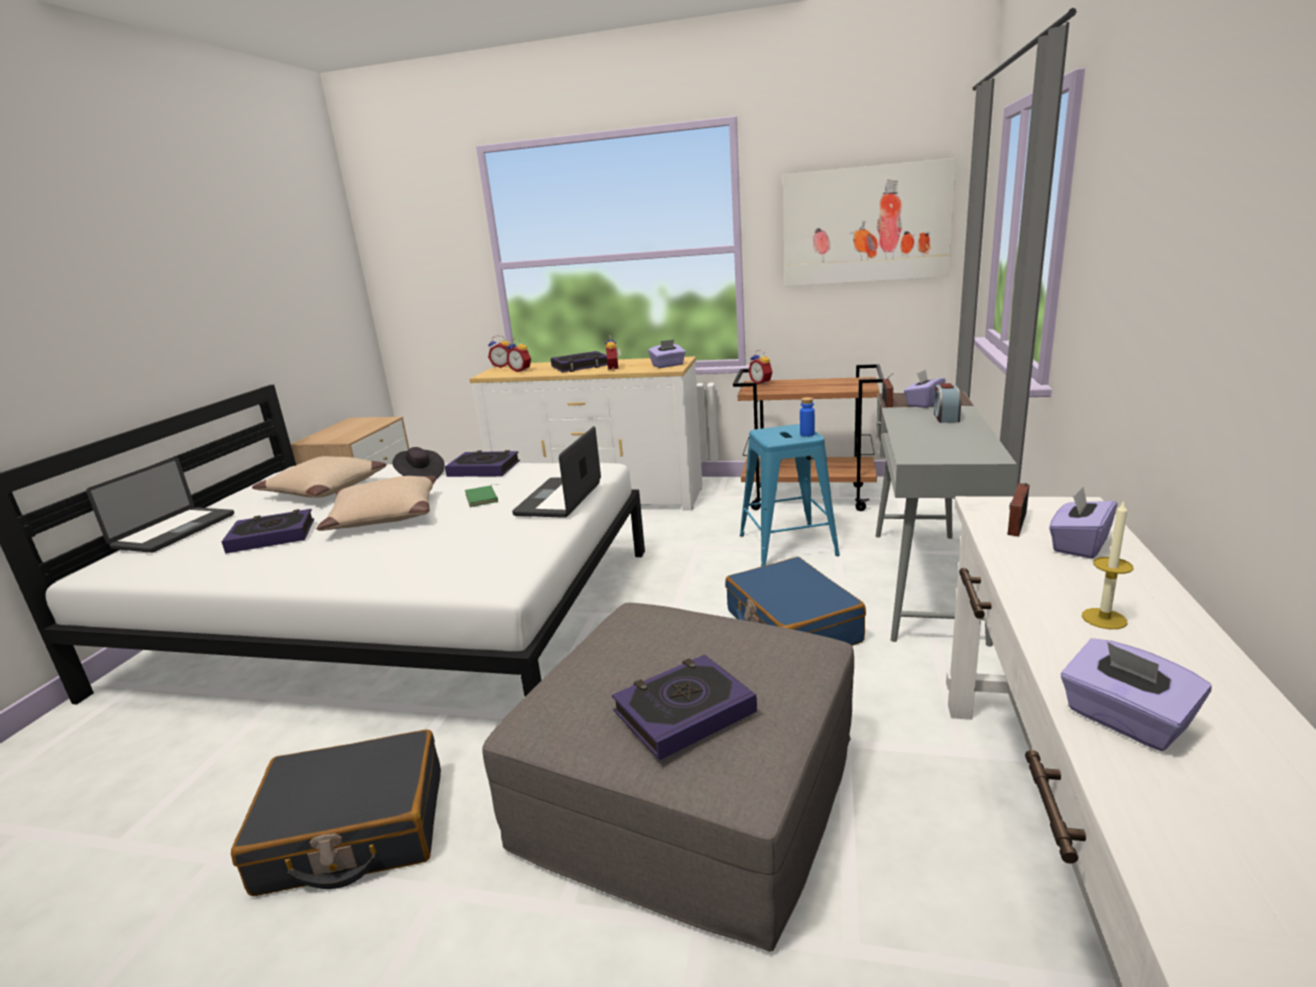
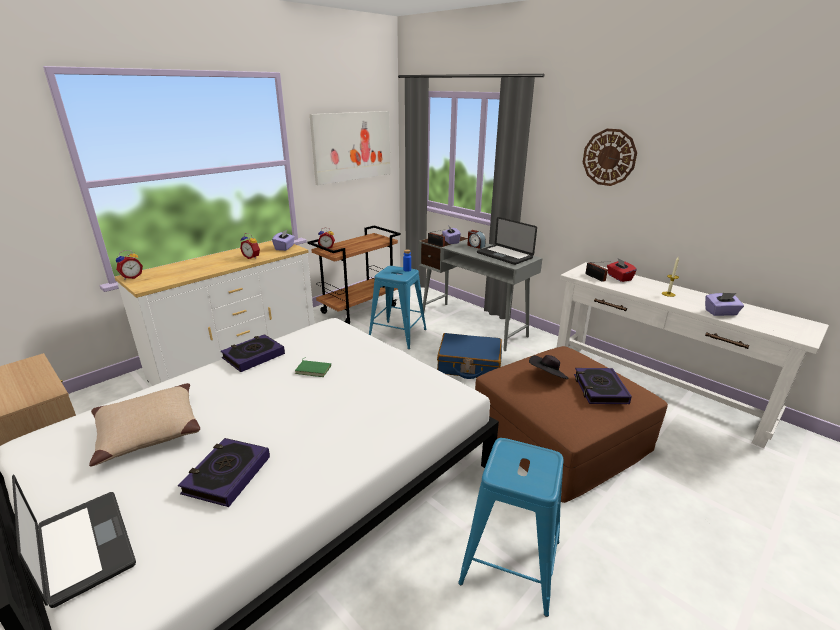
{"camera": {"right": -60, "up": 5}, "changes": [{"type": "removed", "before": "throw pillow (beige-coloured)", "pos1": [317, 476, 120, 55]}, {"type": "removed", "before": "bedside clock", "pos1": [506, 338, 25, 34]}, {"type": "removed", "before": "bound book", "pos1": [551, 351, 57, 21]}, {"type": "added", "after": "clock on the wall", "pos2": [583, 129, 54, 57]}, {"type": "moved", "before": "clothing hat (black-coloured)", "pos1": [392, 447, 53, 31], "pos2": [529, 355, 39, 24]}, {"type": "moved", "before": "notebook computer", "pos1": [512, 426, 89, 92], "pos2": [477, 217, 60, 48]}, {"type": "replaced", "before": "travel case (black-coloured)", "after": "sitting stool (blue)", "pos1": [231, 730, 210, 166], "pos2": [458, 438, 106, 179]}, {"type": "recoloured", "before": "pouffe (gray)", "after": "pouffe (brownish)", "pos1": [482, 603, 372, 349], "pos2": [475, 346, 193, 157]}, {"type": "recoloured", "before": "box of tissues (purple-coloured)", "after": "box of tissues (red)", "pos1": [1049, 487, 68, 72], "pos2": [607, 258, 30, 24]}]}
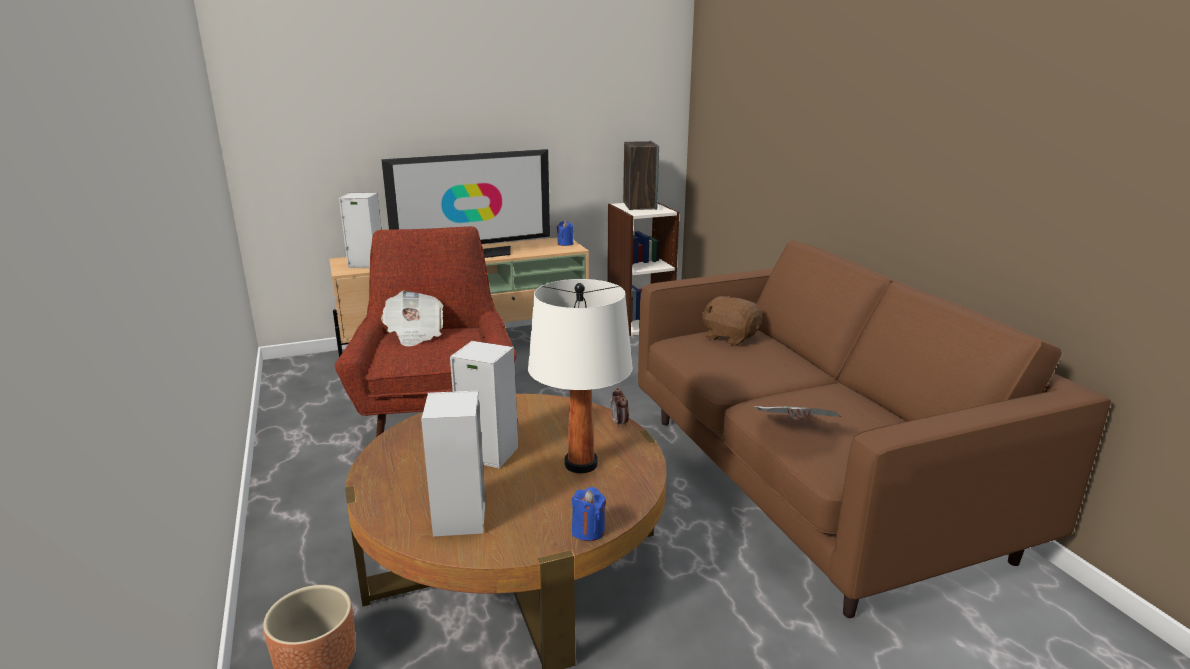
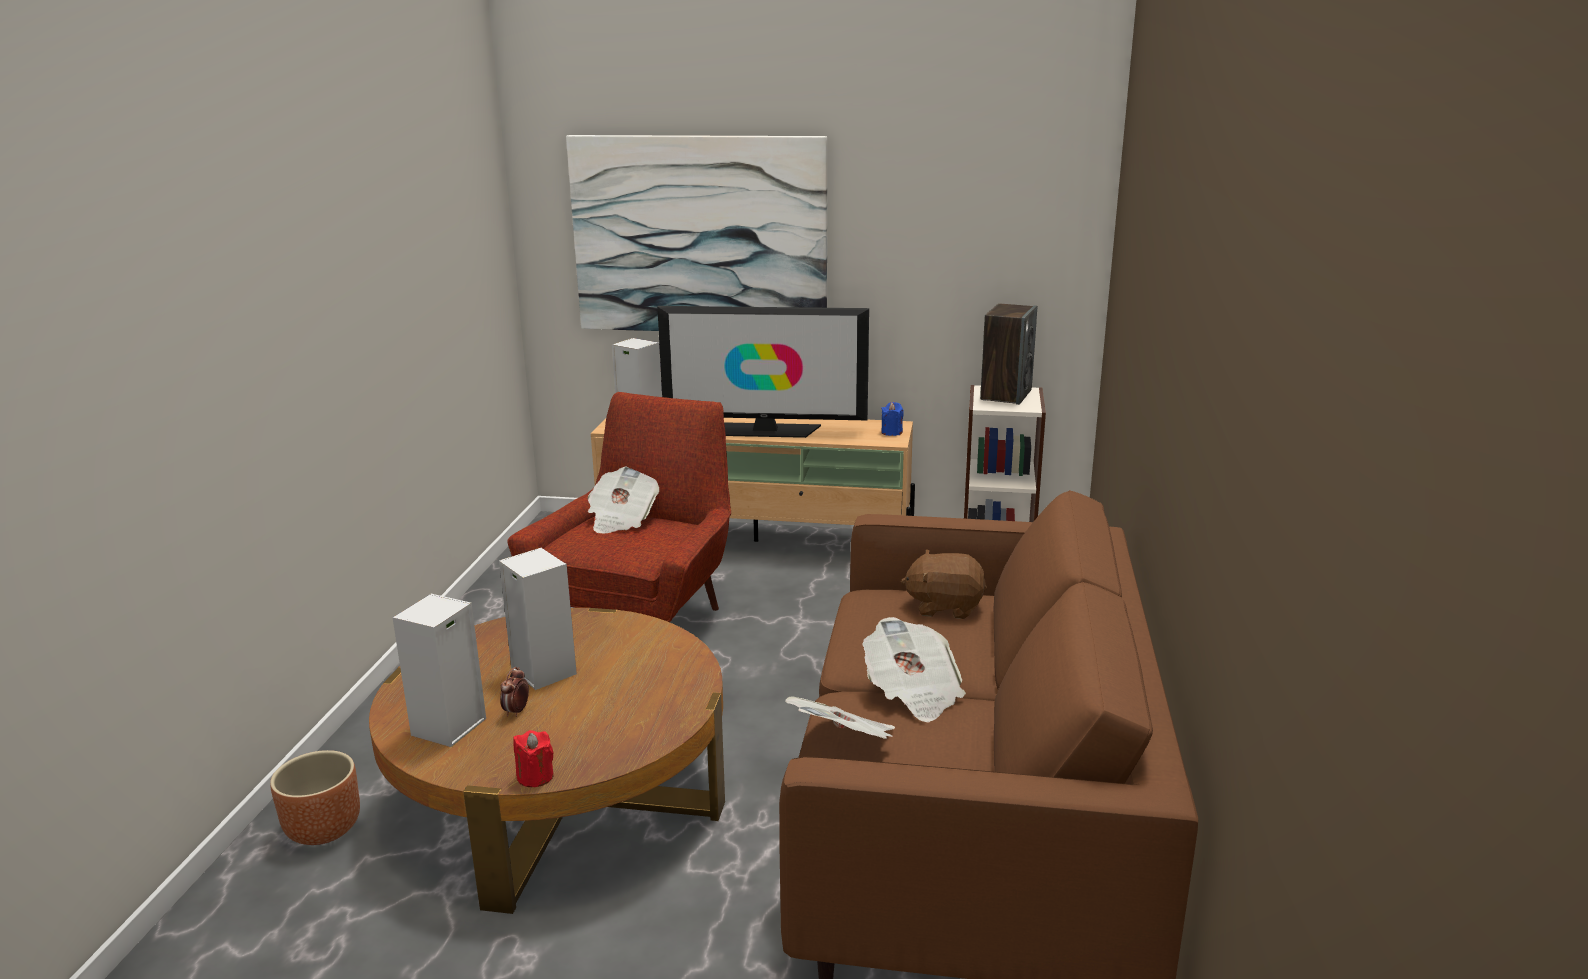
{"camera": {"right": 30, "up": 0}, "changes": [{"type": "removed", "before": "tabletop lamp (white)", "pos1": [528, 279, 105, 194]}, {"type": "added", "after": "wall art", "pos2": [566, 135, 261, 196]}, {"type": "added", "after": "printed paper", "pos2": [863, 617, 103, 106]}, {"type": "moved", "before": "bedside clock", "pos1": [611, 387, 18, 41], "pos2": [500, 667, 29, 50]}, {"type": "recoloured", "before": "wax candle (blue)", "after": "wax candle (red)", "pos1": [572, 487, 34, 54], "pos2": [513, 730, 41, 57]}, {"type": "turned", "before": "plush toy (brownish)", "pos1": [702, 295, 60, 51], "pos2": [901, 549, 86, 70], "turn": -60}]}
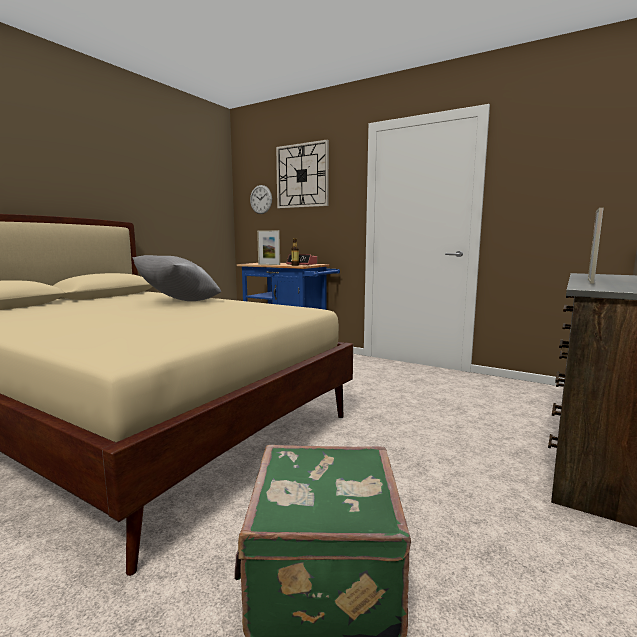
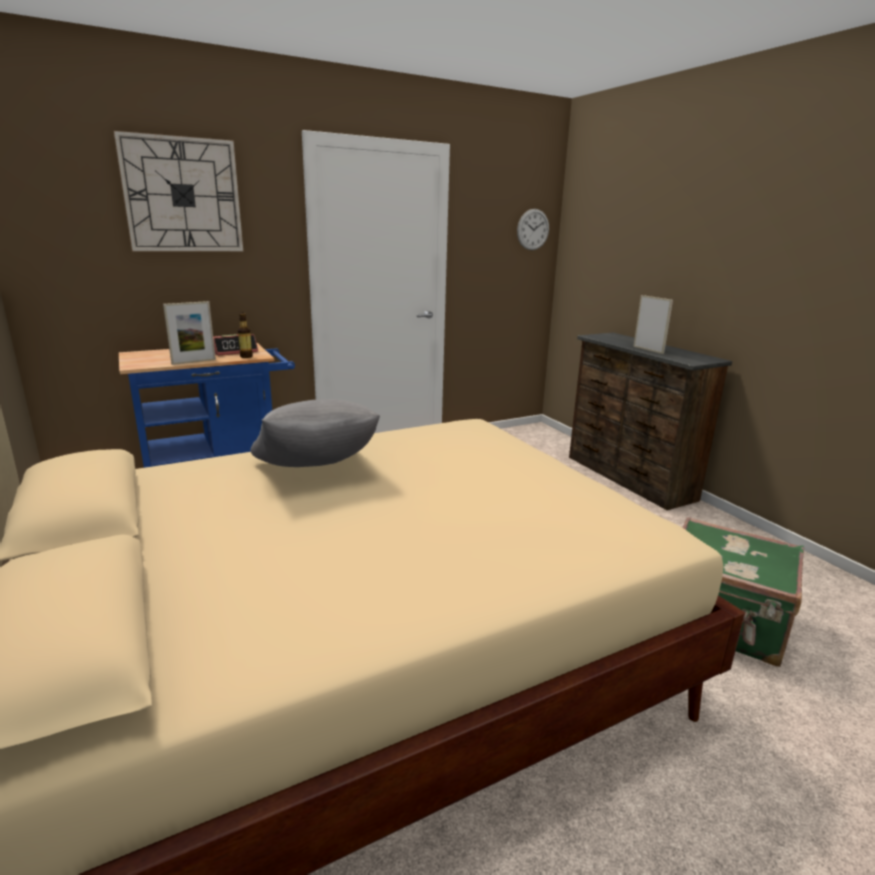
{"camera": {"right": -60, "up": 10}, "changes": [{"type": "moved", "before": "clock on the wall", "pos1": [250, 185, 22, 29], "pos2": [517, 209, 32, 41]}]}
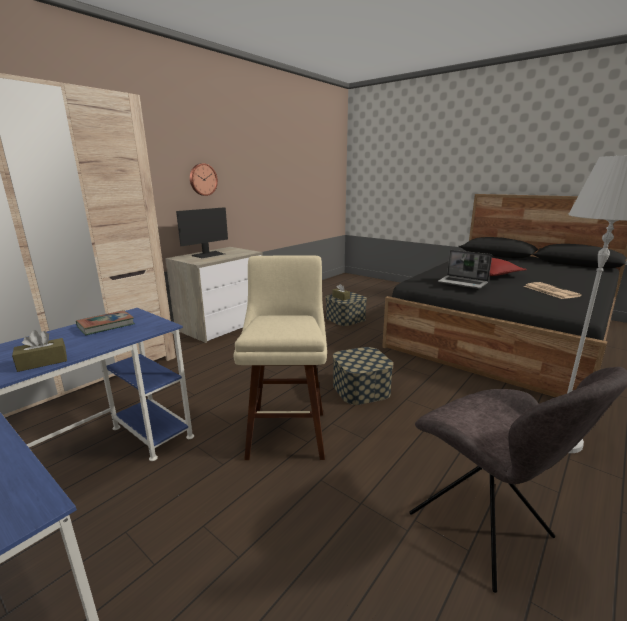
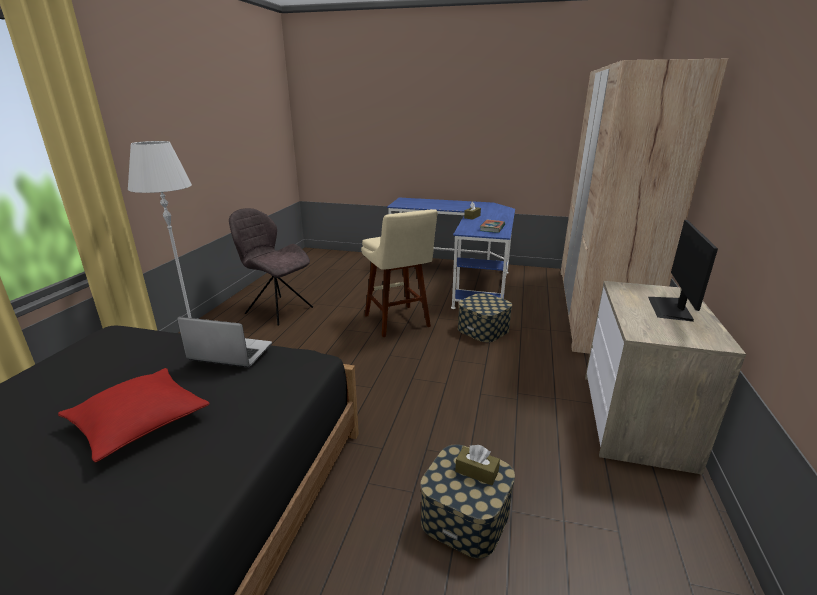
{"camera": {"right": 155, "up": 5}, "changes": [{"type": "removed", "before": "clock on the wall", "pos1": [190, 163, 28, 33]}, {"type": "removed", "before": "printed paper", "pos1": [524, 282, 58, 17]}, {"type": "moved", "before": "storage container", "pos1": [333, 347, 60, 58], "pos2": [458, 293, 54, 49]}]}
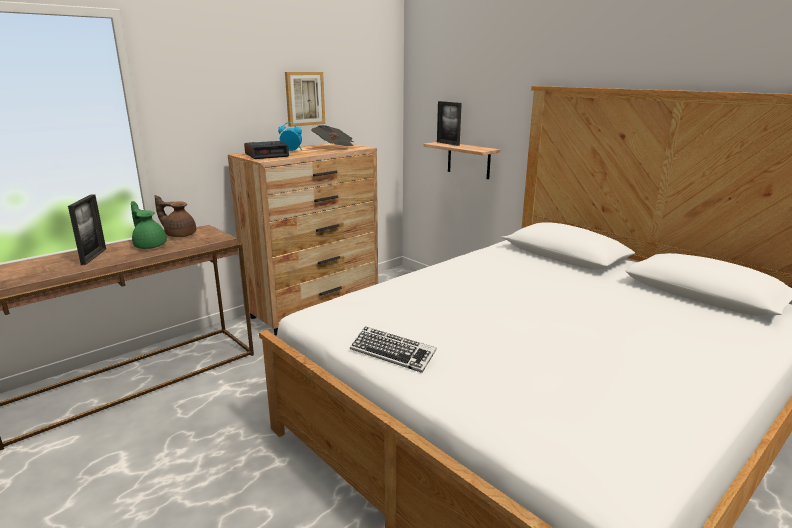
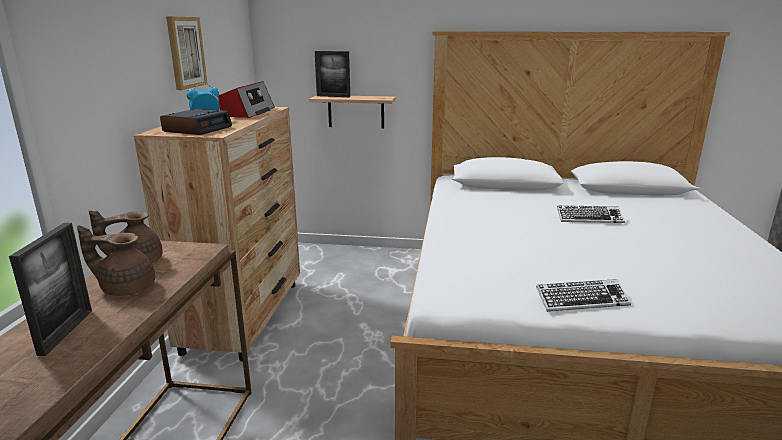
{"camera": {"right": -40, "up": 0}, "changes": [{"type": "added", "after": "PC keyboard", "pos2": [557, 205, 68, 18]}, {"type": "replaced", "before": "printed paper", "after": "radio receiver", "pos1": [311, 125, 43, 21], "pos2": [218, 81, 57, 37]}, {"type": "recoloured", "before": "pot for tea (green-coloured)", "after": "pot for tea (brownish)", "pos1": [131, 201, 36, 48], "pos2": [77, 225, 78, 71]}, {"type": "turned", "before": "picture frame", "pos1": [68, 194, 38, 71], "pos2": [9, 223, 83, 133], "turn": 45}]}
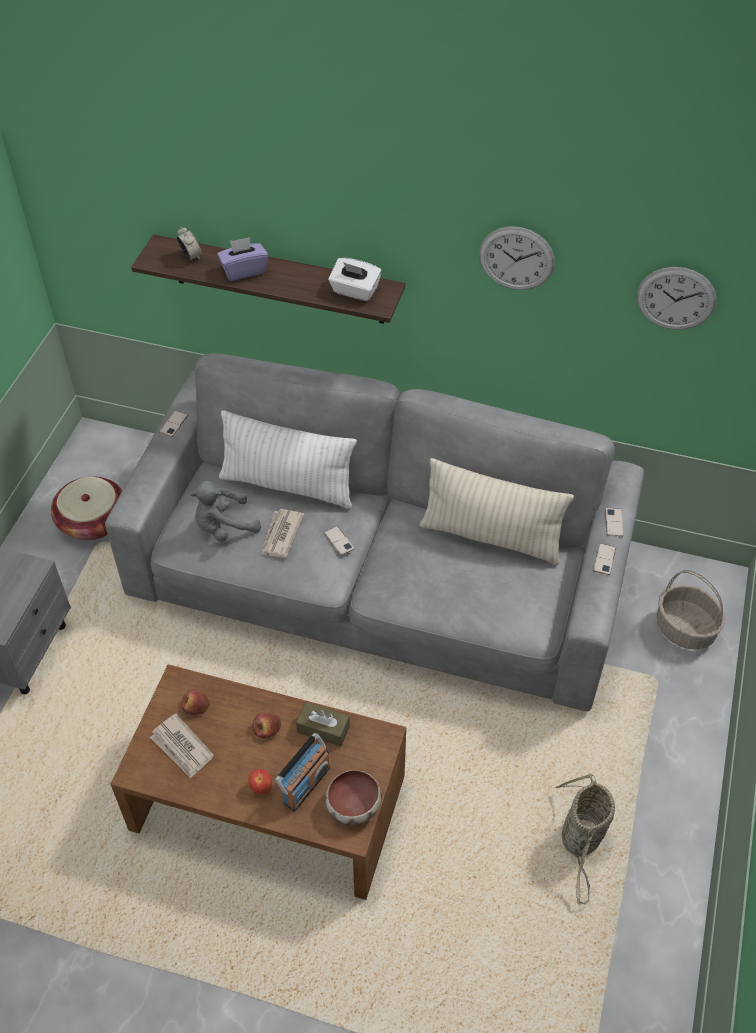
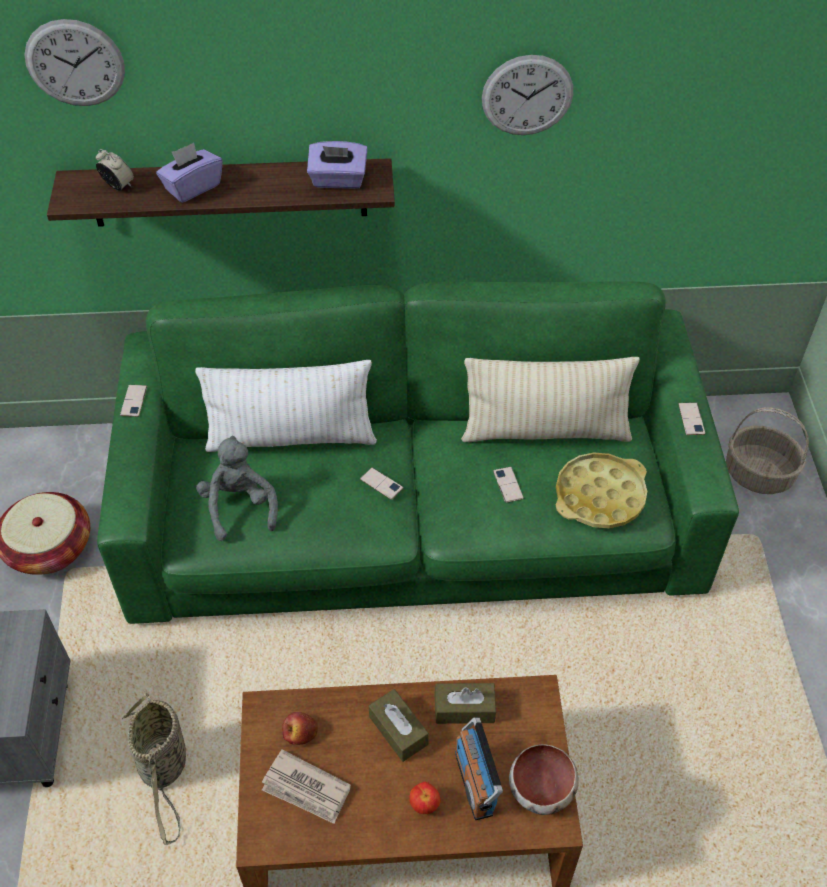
{"camera": {"right": -20, "up": 0}, "changes": [{"type": "removed", "before": "printed paper", "pos1": [261, 509, 43, 49]}, {"type": "added", "after": "carrying tray (yellow)", "pos2": [556, 453, 91, 75]}, {"type": "moved", "before": "storage basket", "pos1": [554, 773, 61, 131], "pos2": [122, 691, 64, 154]}, {"type": "moved", "before": "phone", "pos1": [606, 508, 17, 29], "pos2": [493, 466, 31, 37]}, {"type": "moved", "before": "clock on the wall", "pos1": [637, 267, 80, 63], "pos2": [24, 19, 101, 87]}, {"type": "replaced", "before": "apple fruit", "after": "box of tissues (brownish)", "pos1": [252, 713, 29, 25], "pos2": [369, 689, 60, 73]}, {"type": "recoloured", "before": "couch (gray)", "after": "couch (green-coloured)", "pos1": [105, 353, 539, 359], "pos2": [97, 281, 642, 343]}, {"type": "recoloured", "before": "box of tissues (white)", "after": "box of tissues (purple-coloured)", "pos1": [328, 258, 54, 43], "pos2": [307, 141, 61, 48]}, {"type": "turned", "before": "plush toy (gray)", "pos1": [190, 481, 71, 61], "pos2": [196, 436, 82, 105], "turn": 120}, {"type": "turned", "before": "radio receiver", "pos1": [275, 733, 55, 78], "pos2": [455, 718, 48, 102], "turn": 150}]}
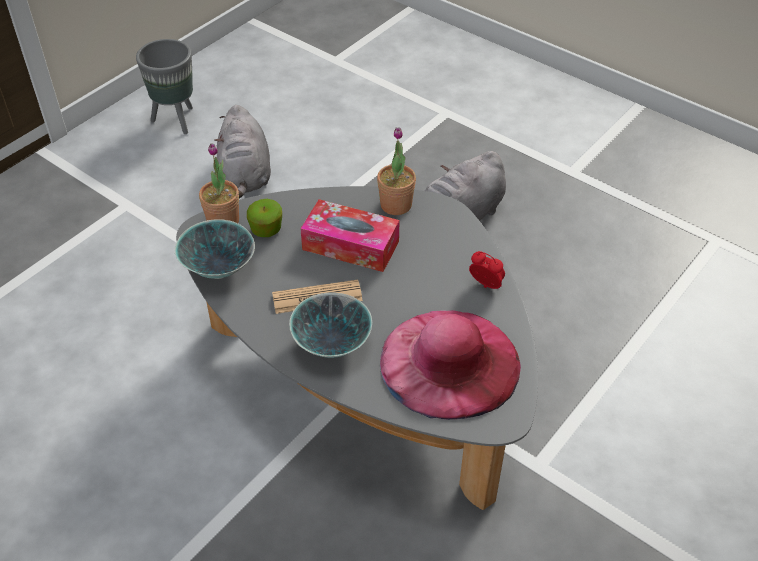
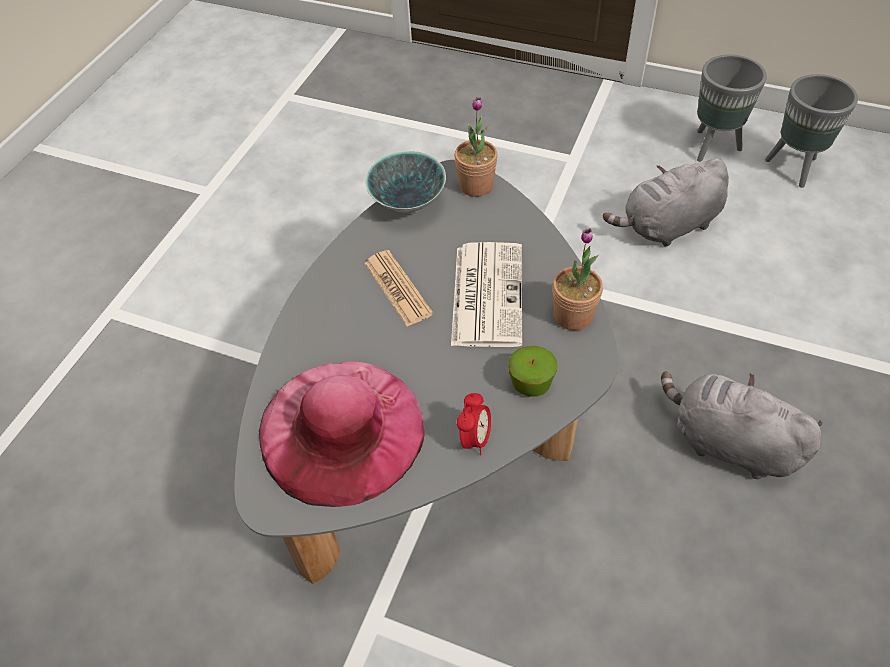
{"camera": {"right": 75, "up": 5}, "changes": [{"type": "removed", "before": "deep dish", "pos1": [289, 292, 83, 66]}, {"type": "added", "after": "plant pot (gray)", "pos2": [765, 74, 93, 114]}, {"type": "moved", "before": "apple fruit", "pos1": [247, 199, 35, 38], "pos2": [508, 346, 50, 51]}, {"type": "replaced", "before": "box of tissues", "after": "printed paper", "pos1": [300, 199, 99, 73], "pos2": [451, 242, 71, 105]}]}
